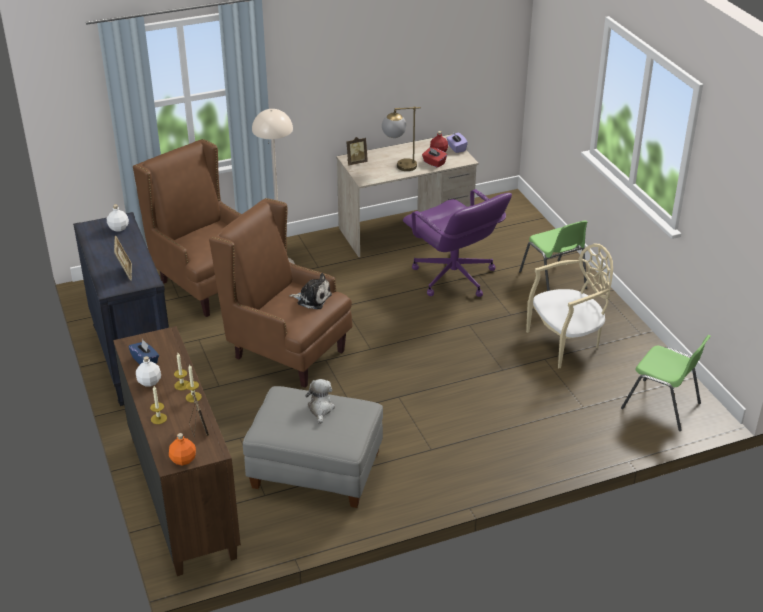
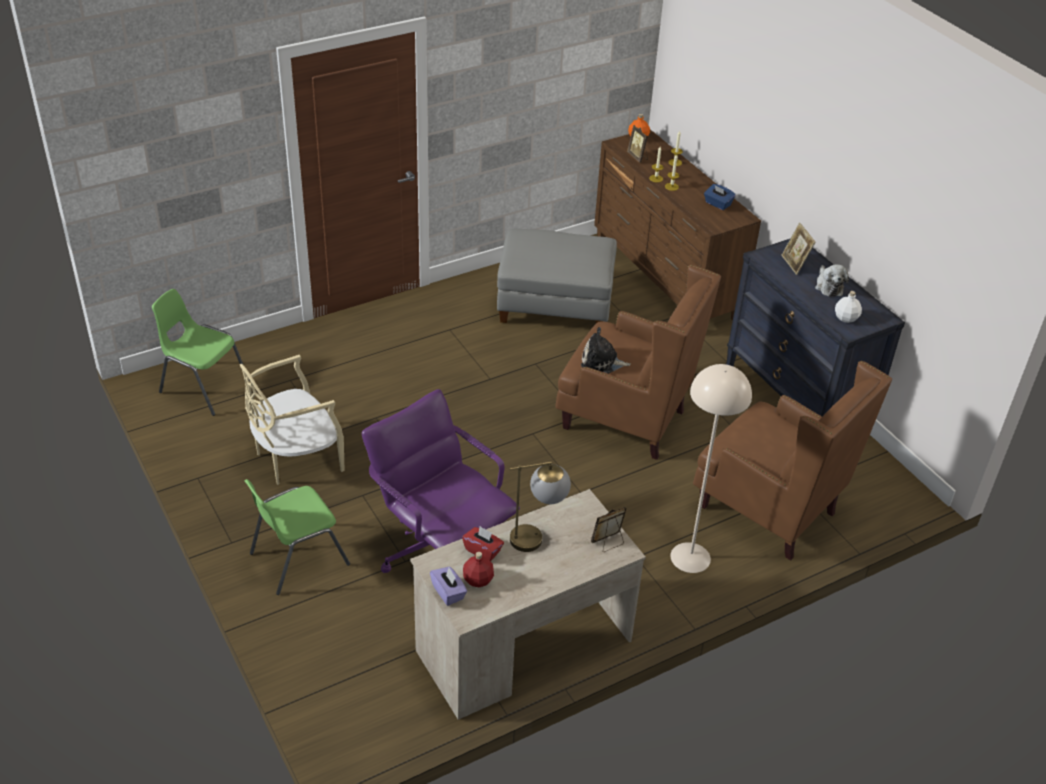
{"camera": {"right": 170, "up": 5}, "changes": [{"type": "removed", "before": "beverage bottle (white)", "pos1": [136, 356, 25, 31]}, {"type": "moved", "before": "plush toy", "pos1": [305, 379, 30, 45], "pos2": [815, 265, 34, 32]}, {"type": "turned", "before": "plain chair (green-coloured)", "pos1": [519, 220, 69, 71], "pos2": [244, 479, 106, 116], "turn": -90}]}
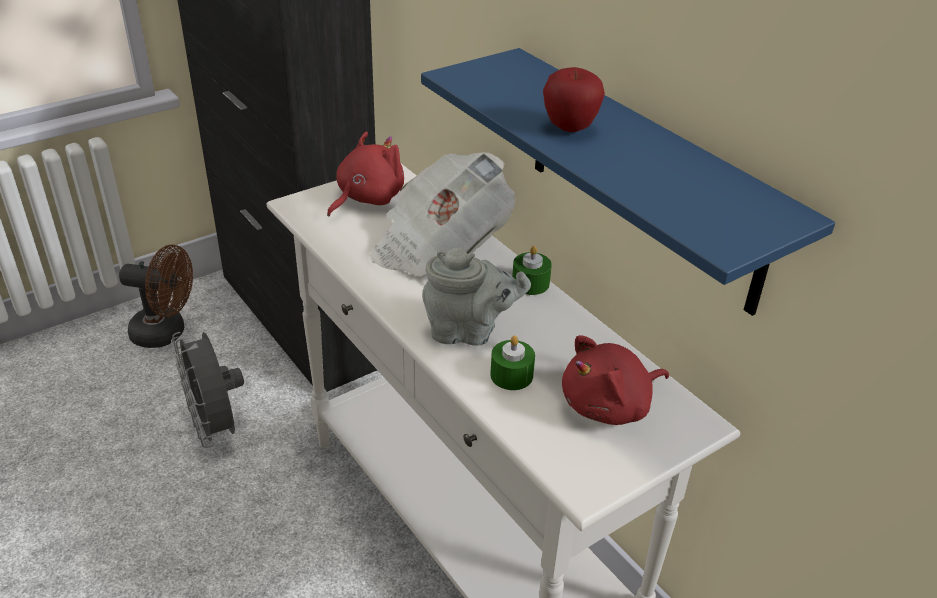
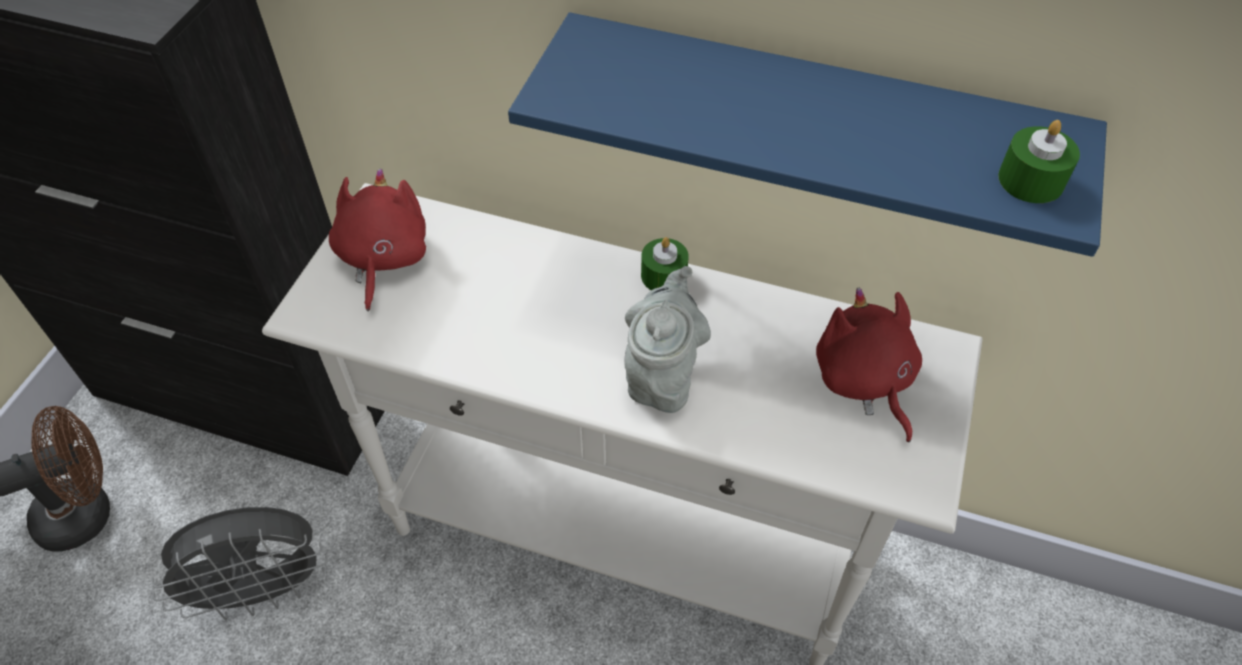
{"camera": {"right": -35, "up": 15}, "changes": [{"type": "removed", "before": "printed paper", "pos1": [370, 152, 145, 125]}, {"type": "removed", "before": "apple fruit", "pos1": [543, 67, 62, 65]}, {"type": "moved", "before": "wax candle (green-coloured)", "pos1": [490, 335, 45, 55], "pos2": [998, 120, 82, 83]}, {"type": "turned", "before": "fan (gray)", "pos1": [171, 332, 73, 116], "pos2": [152, 507, 176, 113], "turn": -45}, {"type": "turned", "before": "pot for tea (gray)", "pos1": [422, 248, 109, 98], "pos2": [624, 266, 87, 147], "turn": -45}, {"type": "turned", "before": "plush toy (red)", "pos1": [562, 335, 107, 90], "pos2": [816, 288, 106, 154], "turn": 135}]}
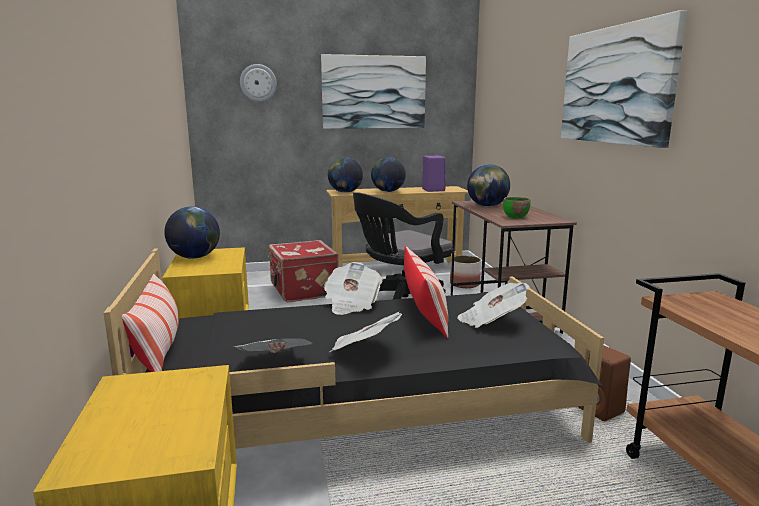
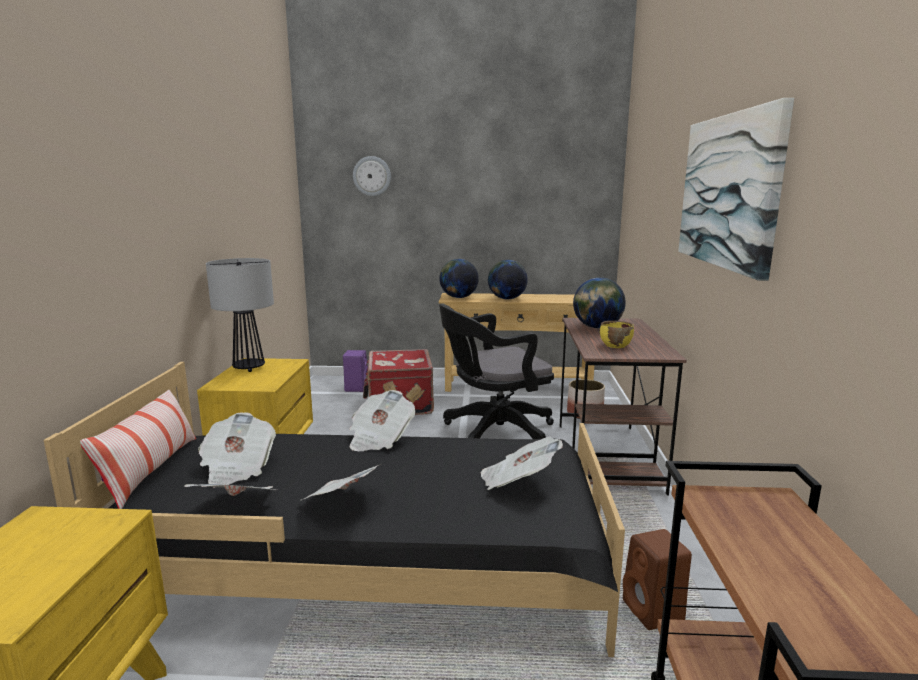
{"camera": {"right": 15, "up": 0}, "changes": [{"type": "removed", "before": "wall art", "pos1": [321, 54, 105, 75]}, {"type": "removed", "before": "throw pillow", "pos1": [404, 246, 44, 92]}, {"type": "added", "after": "printed paper", "pos2": [198, 412, 78, 73]}, {"type": "moved", "before": "speaker (purple-coloured)", "pos1": [422, 156, 24, 36], "pos2": [343, 350, 25, 42]}, {"type": "replaced", "before": "desk globe", "after": "tabletop lamp", "pos1": [164, 207, 56, 52], "pos2": [206, 258, 68, 114]}, {"type": "recoloured", "before": "deep dish (green-coloured)", "after": "deep dish (yellow)", "pos1": [503, 197, 28, 21], "pos2": [600, 321, 34, 27]}]}
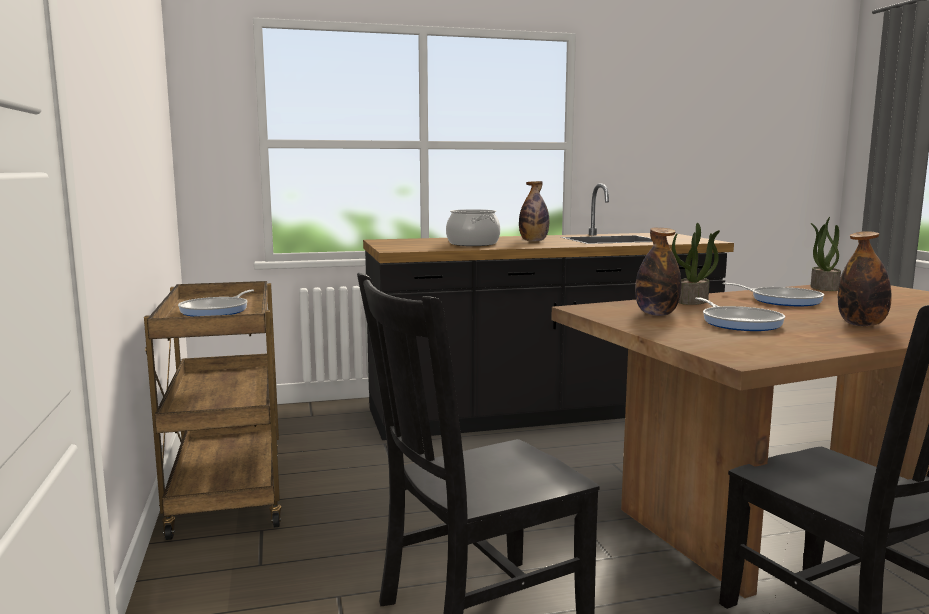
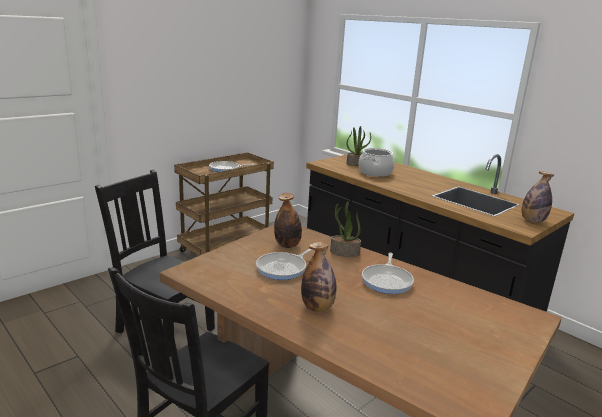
{"camera": {"right": 60, "up": 10}, "changes": [{"type": "moved", "before": "beverage bottle", "pos1": [519, 181, 31, 60], "pos2": [522, 171, 32, 52]}, {"type": "moved", "before": "houseplant", "pos1": [811, 217, 30, 74], "pos2": [346, 126, 25, 40]}]}
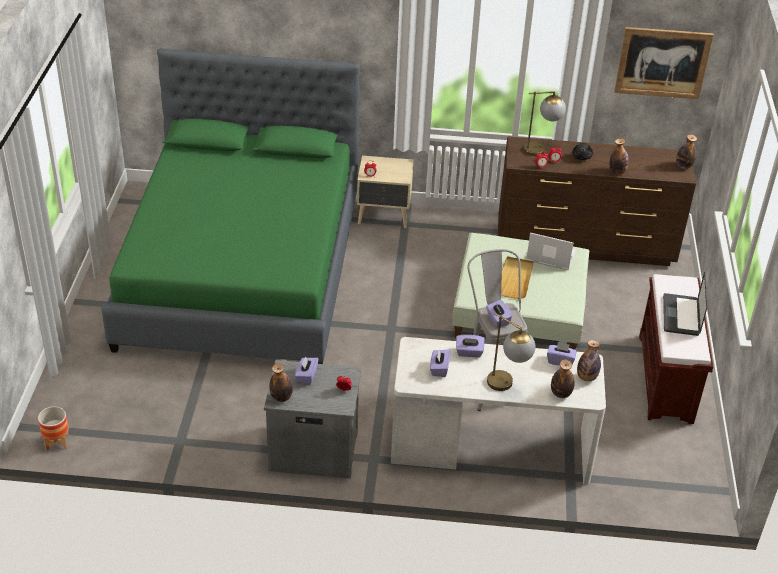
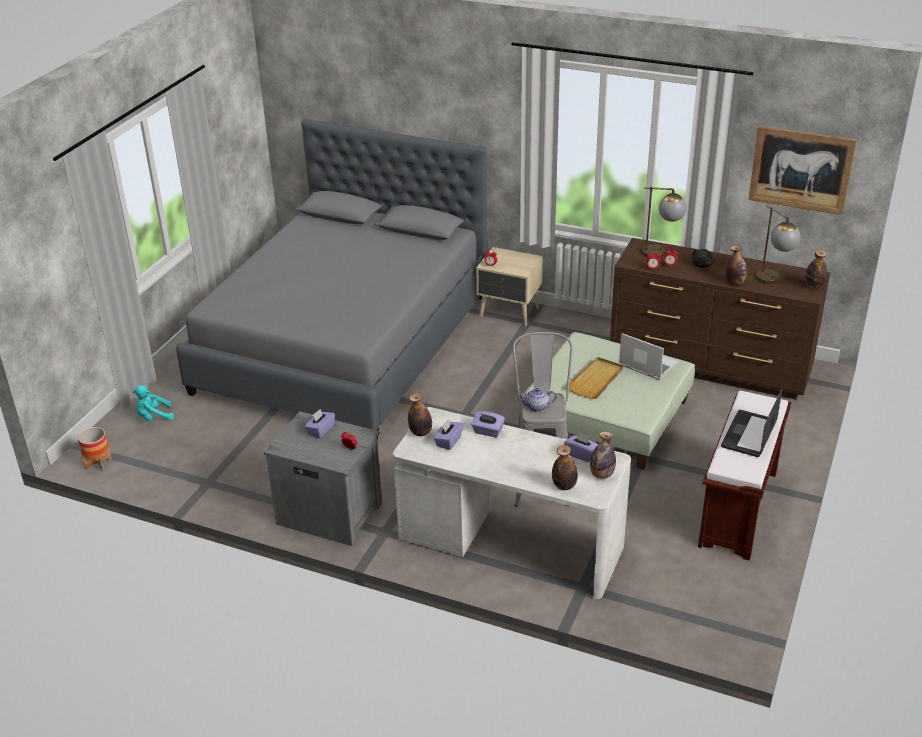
{"camera": {"right": 20, "up": -5}, "changes": [{"type": "added", "after": "plush toy (turquoise)", "pos2": [133, 385, 41, 36]}, {"type": "moved", "before": "beverage bottle", "pos1": [269, 363, 24, 39], "pos2": [408, 392, 24, 44]}, {"type": "moved", "before": "tabletop lamp", "pos1": [487, 313, 48, 78], "pos2": [756, 206, 45, 78]}, {"type": "replaced", "before": "box of tissues (purple-coloured)", "after": "pot for tea", "pos1": [486, 300, 26, 28], "pos2": [518, 388, 39, 24]}, {"type": "recoloured", "before": "sleeping bed (green-coloured)", "after": "sleeping bed (gray)", "pos1": [101, 48, 259, 316], "pos2": [176, 119, 312, 320]}]}
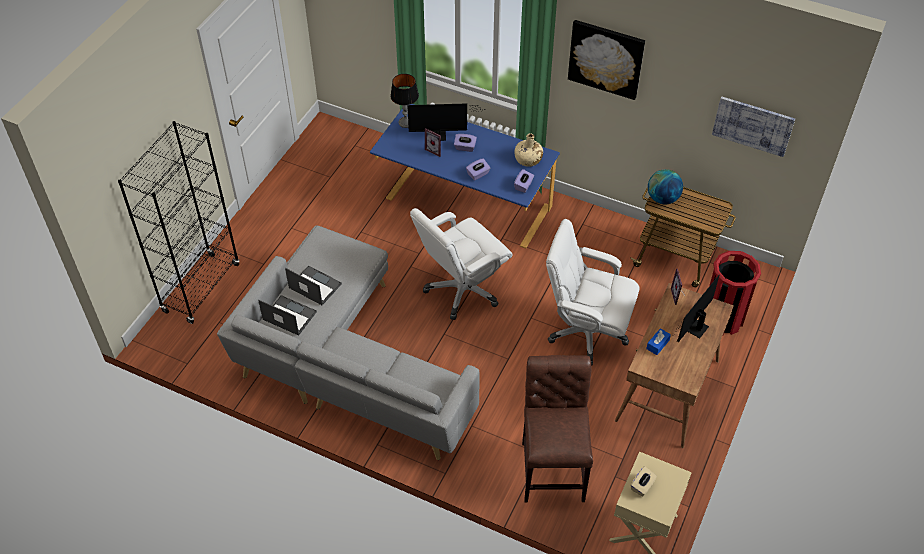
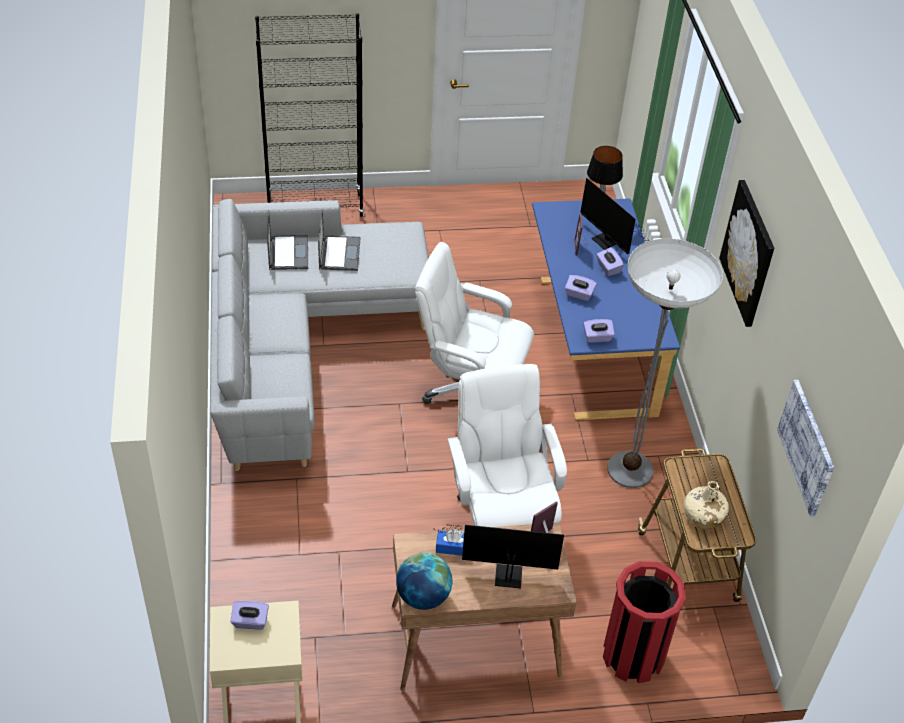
{"camera": {"right": 55, "up": -5}, "changes": [{"type": "removed", "before": "plain chair (brownish)", "pos1": [522, 355, 71, 148]}, {"type": "added", "after": "standing lamp", "pos2": [607, 238, 116, 250]}, {"type": "moved", "before": "beverage bottle (beige-coloured)", "pos1": [514, 133, 29, 34], "pos2": [684, 481, 45, 48]}, {"type": "moved", "before": "desk globe", "pos1": [648, 169, 35, 36], "pos2": [396, 553, 56, 57]}, {"type": "recoloured", "before": "box of tissues (beige-coloured)", "after": "box of tissues (purple-coloured)", "pos1": [630, 466, 27, 30], "pos2": [230, 601, 39, 29]}]}
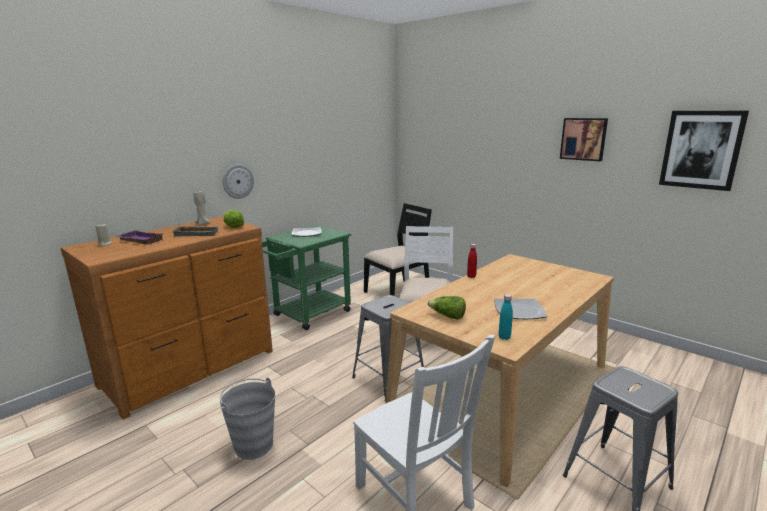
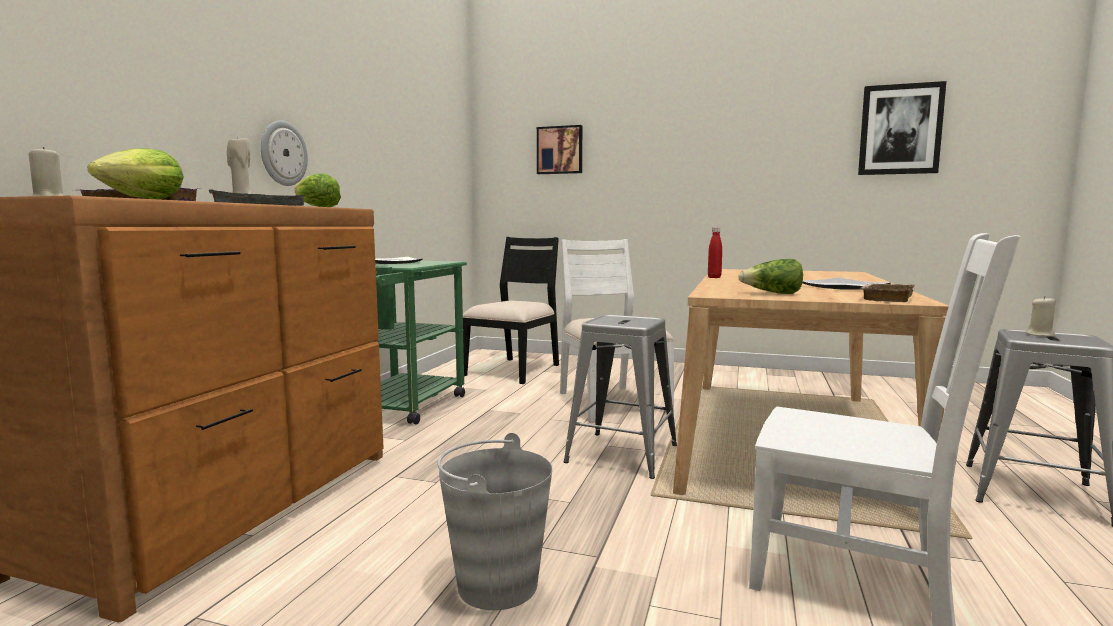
{"camera": {"right": -25, "up": -10}, "changes": [{"type": "added", "after": "head of lettuce", "pos2": [88, 148, 96, 51]}, {"type": "added", "after": "wax candle (beige-coloured)", "pos2": [1026, 296, 30, 41]}, {"type": "moved", "before": "wall art", "pos1": [560, 118, 48, 43], "pos2": [537, 125, 45, 49]}, {"type": "replaced", "before": "beverage bottle (turquoise)", "after": "carrying tray (beige-coloured)", "pos1": [498, 294, 15, 46], "pos2": [859, 284, 57, 18]}]}
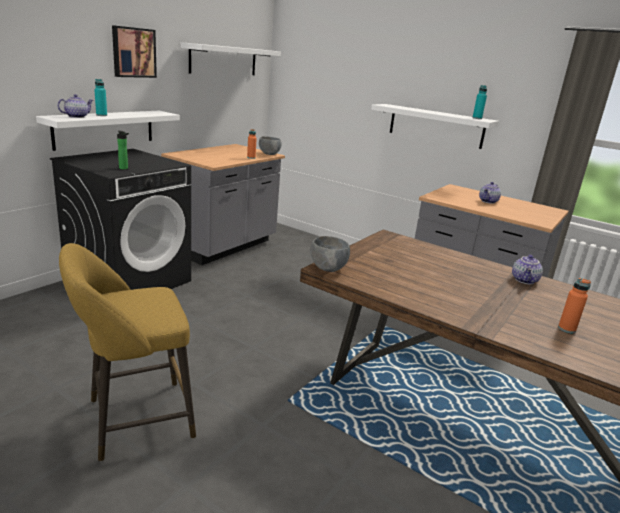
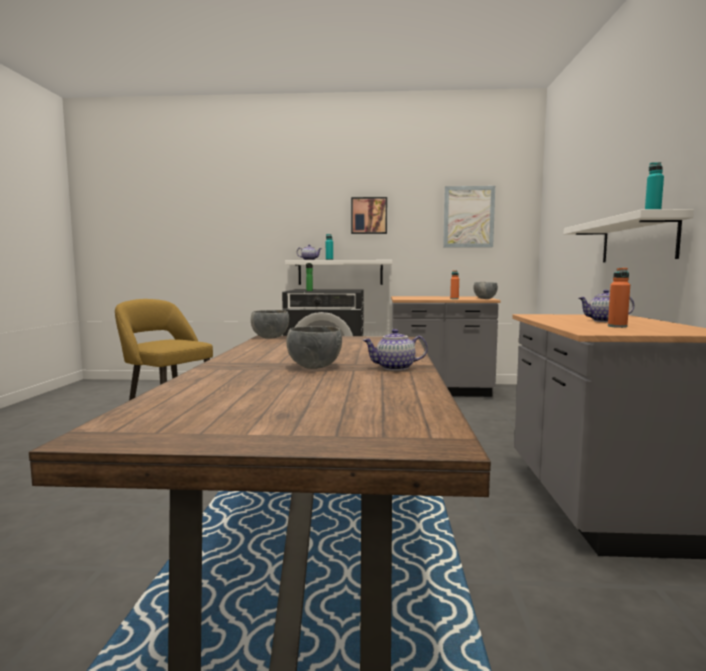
{"camera": {"right": 60, "up": -15}, "changes": [{"type": "added", "after": "deep dish (gray)", "pos2": [287, 326, 55, 43]}, {"type": "moved", "before": "beverage bottle (orange)", "pos1": [558, 278, 33, 55], "pos2": [608, 268, 22, 60]}, {"type": "replaced", "before": "wall shelf (white)", "after": "wall art", "pos1": [180, 42, 101, 33], "pos2": [443, 186, 52, 62]}]}
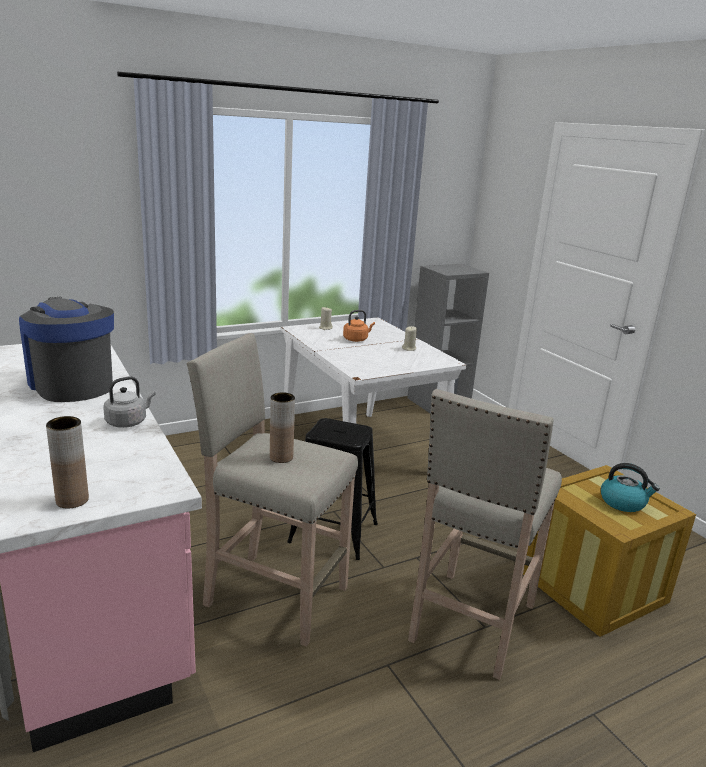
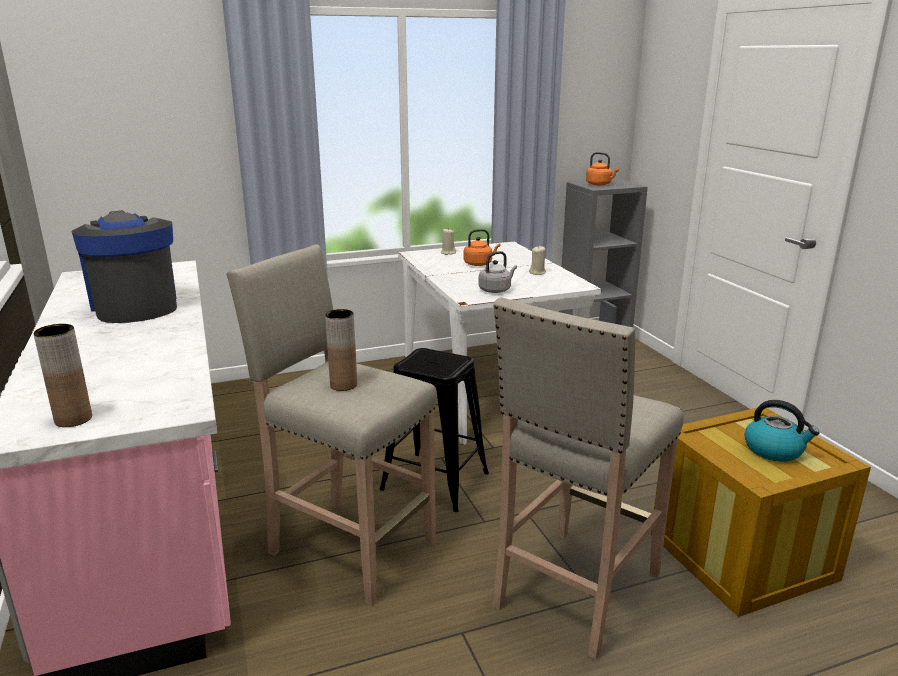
{"camera": {"right": 10, "up": 0}, "changes": [{"type": "added", "after": "tea kettle (orange)", "pos2": [586, 152, 33, 34]}, {"type": "moved", "before": "tea kettle (gray)", "pos1": [103, 376, 52, 52], "pos2": [479, 251, 38, 42]}]}
